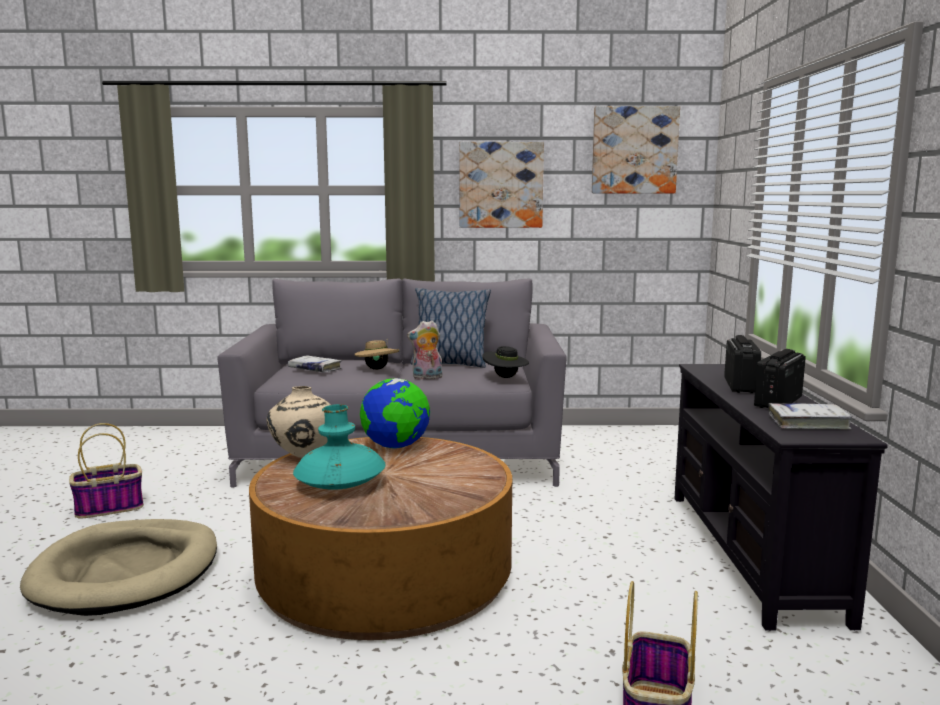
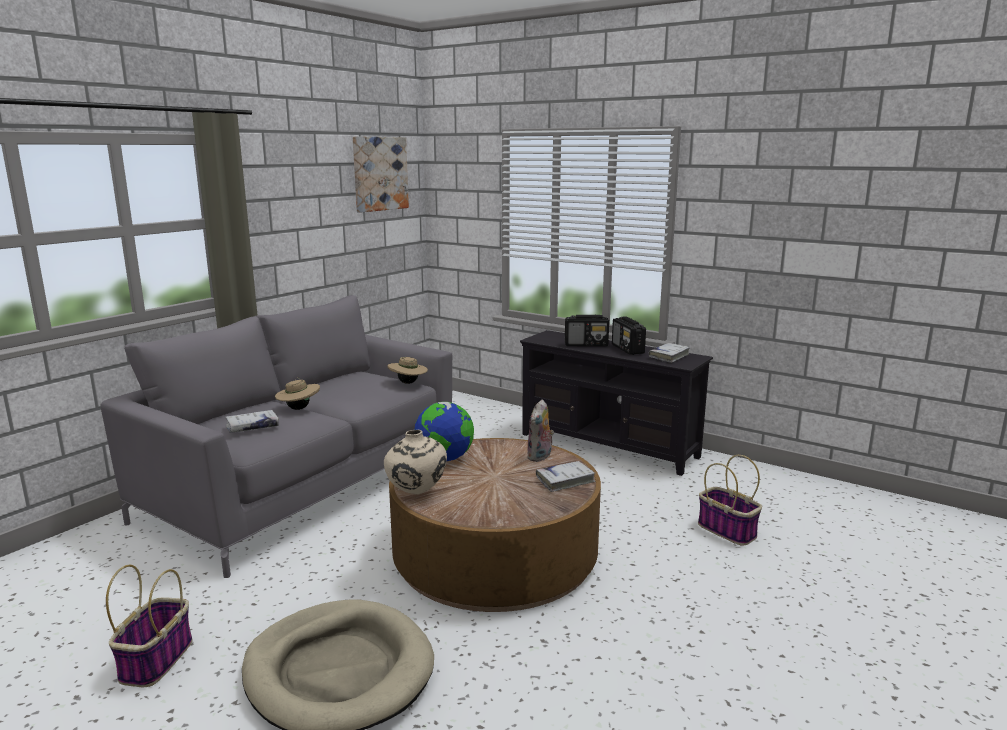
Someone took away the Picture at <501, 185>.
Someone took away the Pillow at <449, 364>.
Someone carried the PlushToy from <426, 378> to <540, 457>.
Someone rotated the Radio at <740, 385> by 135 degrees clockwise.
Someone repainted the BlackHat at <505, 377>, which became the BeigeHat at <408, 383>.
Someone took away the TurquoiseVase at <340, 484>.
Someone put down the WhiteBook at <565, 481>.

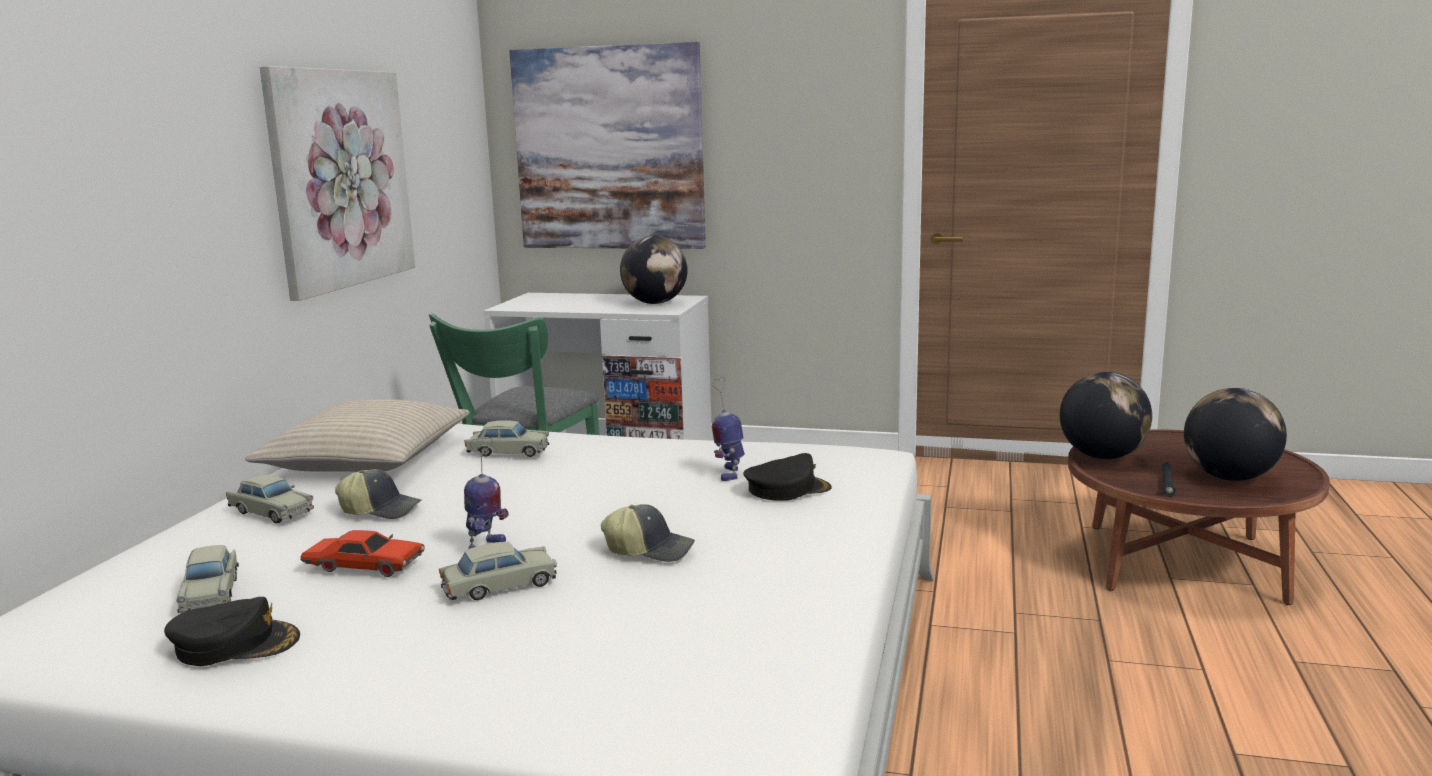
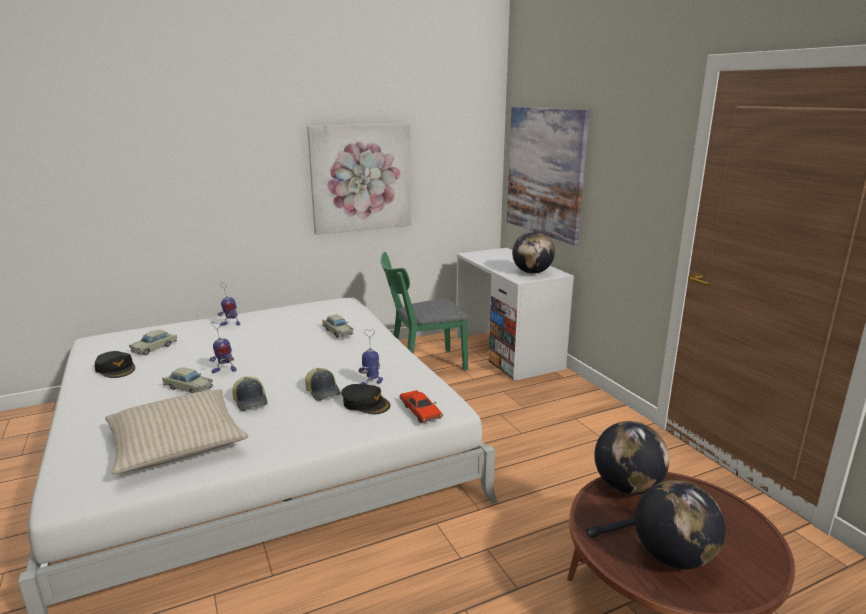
Someone carried the BeigePillow from <366, 459> to <176, 443>.
Someone carried the Cap from <381, 510> to <323, 391>.
Someone swapped the BeigeToyCar at <271, 512> for the ToyRobot at <230, 324>.
Someone carried the RedToyCar from <364, 566> to <420, 411>.

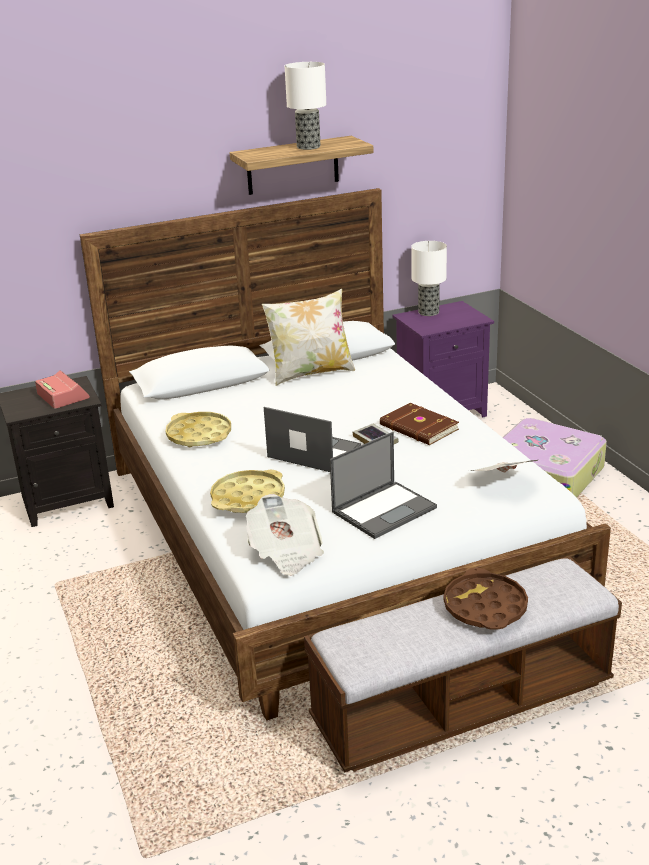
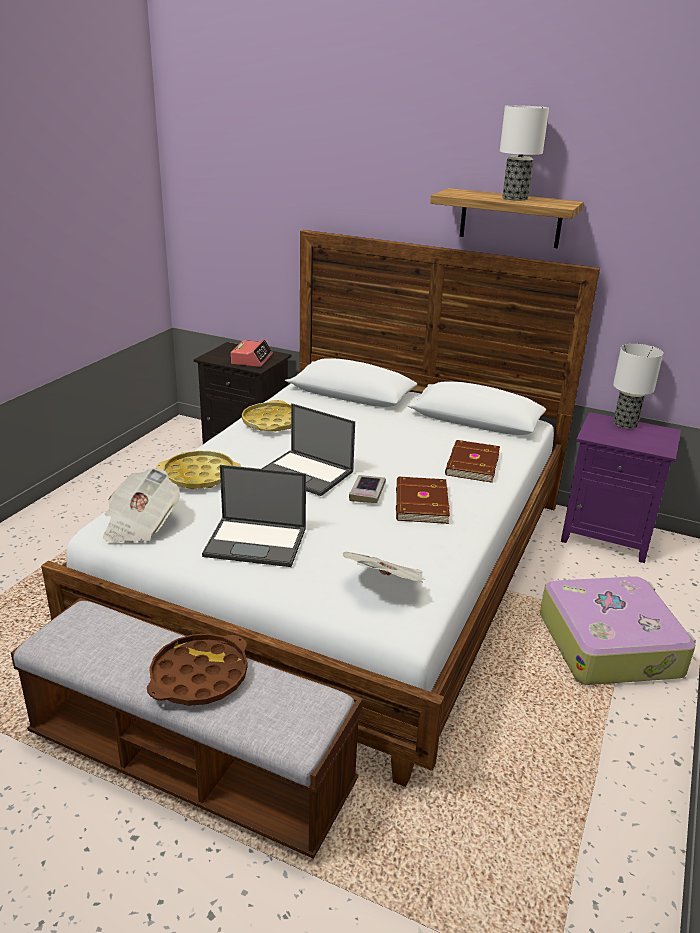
Someone took away the Pillow at <311, 373>.
Someone rotated the Laptop at <313, 452> by 135 degrees clockwise.
Someone put down the BrownBook at <471, 464>.

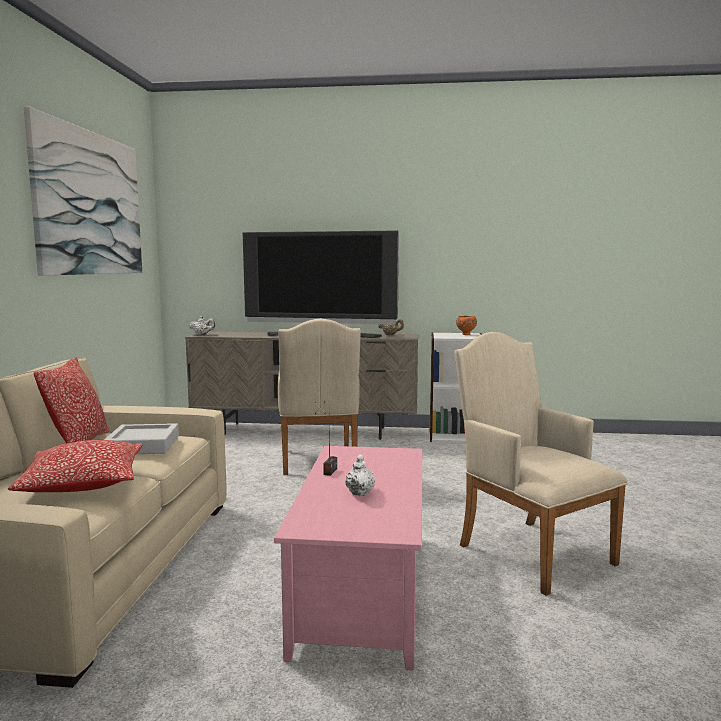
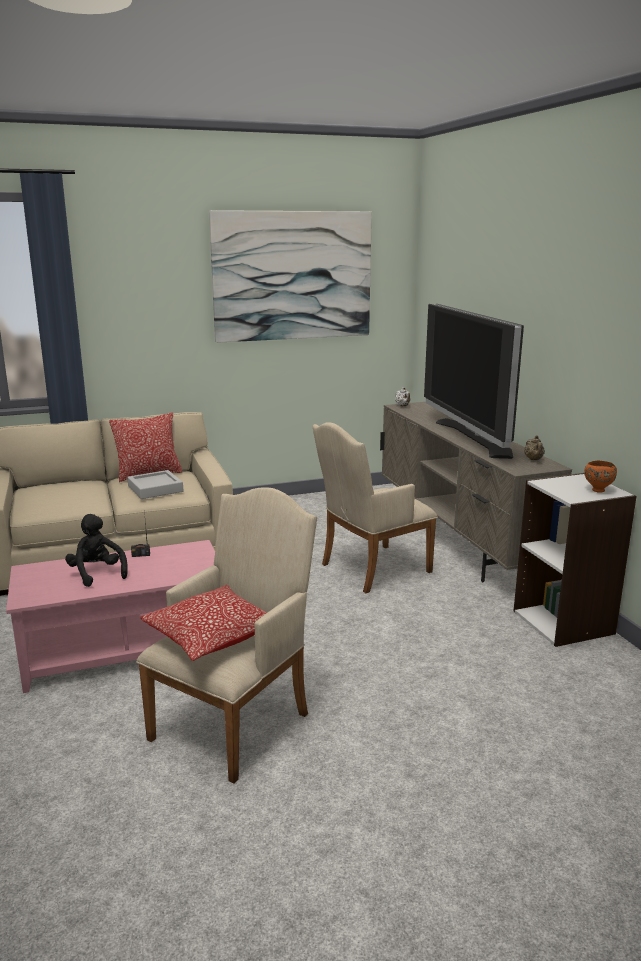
Someone carried the Pillow from <83, 484> to <212, 636>.
Someone swapped the WhiteTeapot at <360, 493> for the BlackPlushToy at <97, 573>.

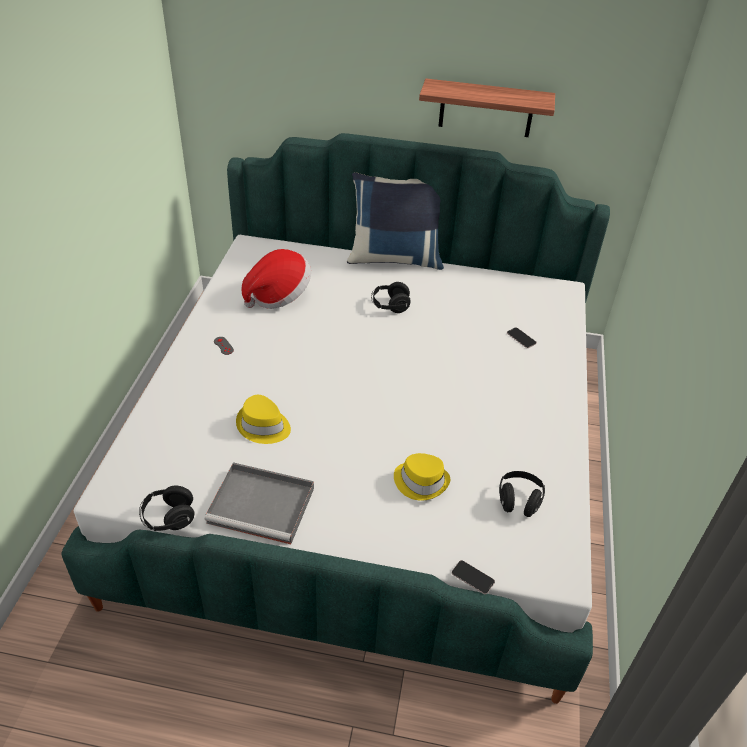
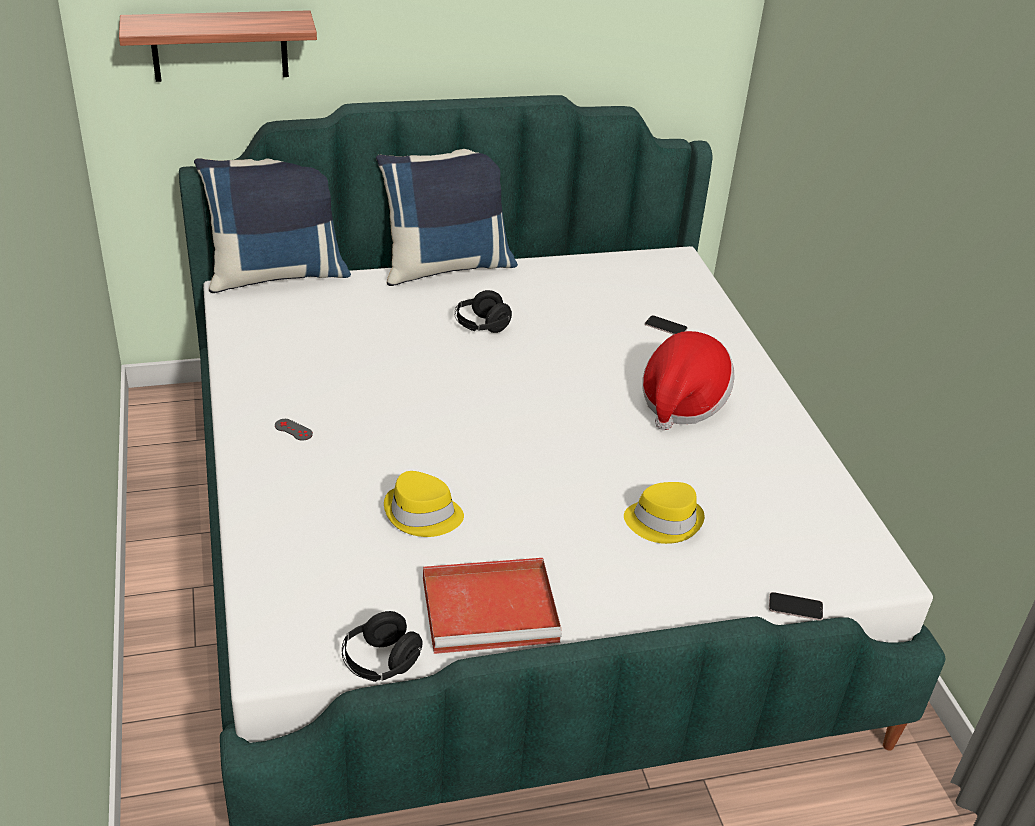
Someone carried the Shelf from <486, 108> to <219, 46>.
Someone carried the Hat from <278, 295> to <682, 402>.
Someone repainted the GreyTray at <263, 505>, which became the RedTray at <492, 608>.
Someone took away the BlackHeadphones at <519, 500>.
Someone put down the BluePillow at <277, 274>.

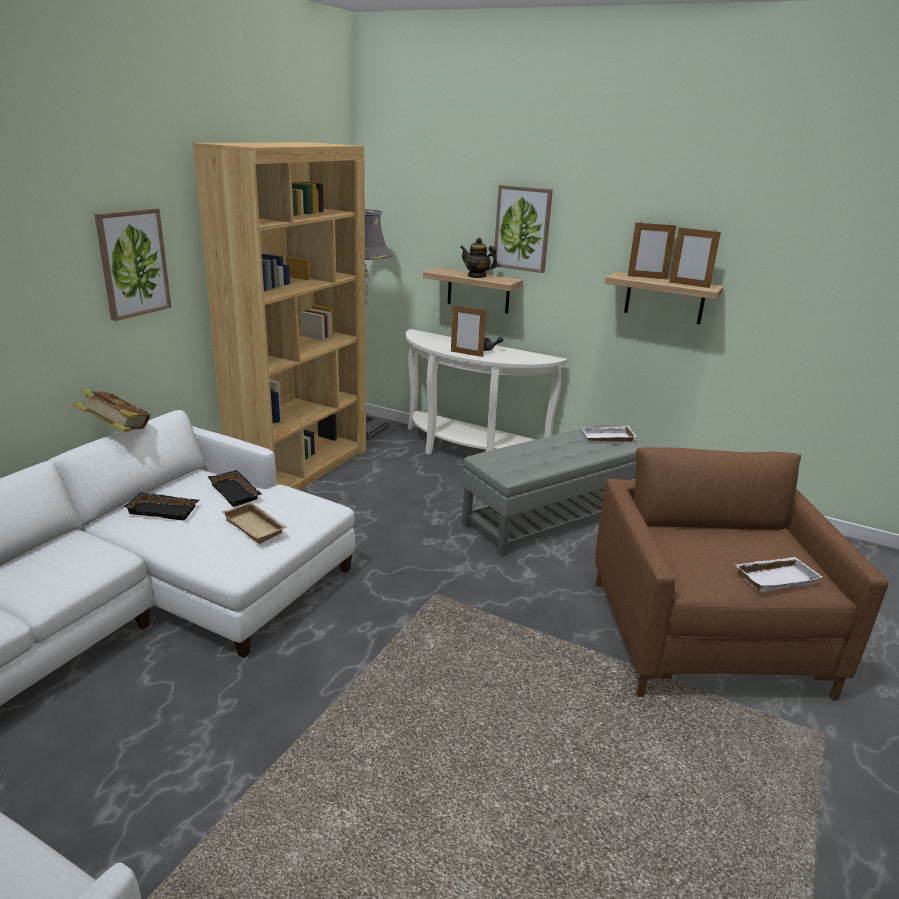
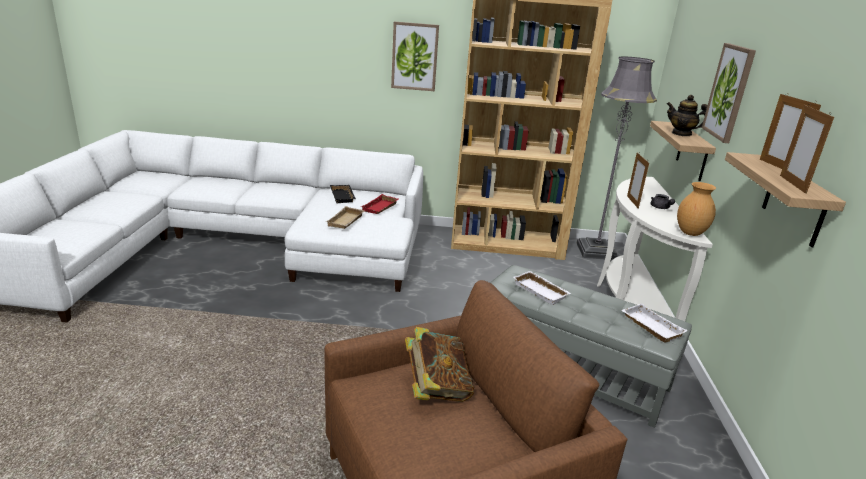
Someone rotated the Teapot at <477, 276> by 60 degrees counterclockwise.
Someone carried the Book from <117, 432> to <436, 388>.
Someone repainted the BlackTray at <237, 492>, which became the RedTray at <380, 208>.
Someone carried the WhiteTray from <775, 577> to <542, 291>.
Someone put down the BrownVase at <690, 233>.

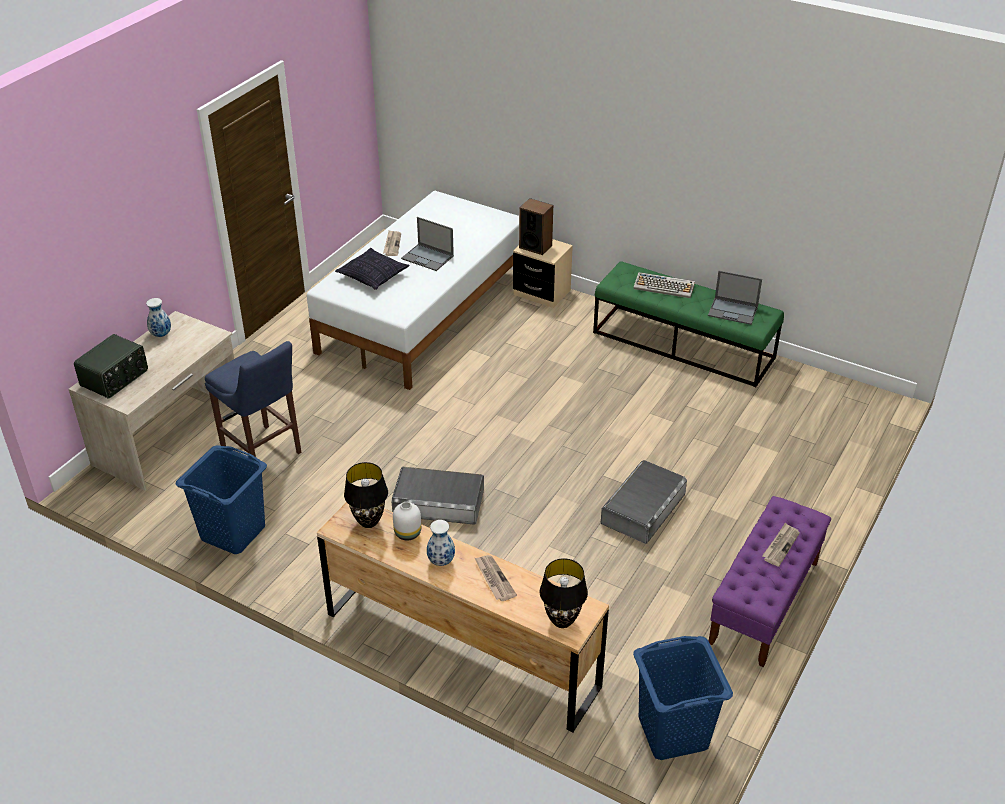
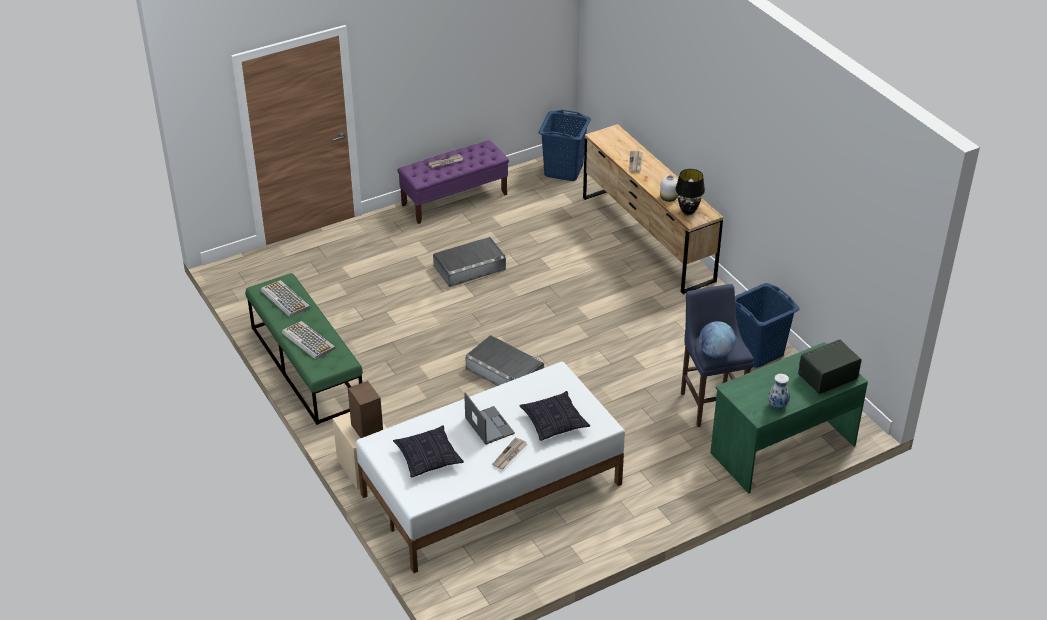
Someone swapped the Laptop at <733, 311> for the Keyboard at <284, 299>.
Someone repainted the BeigeDesk at <170, 435>, which became the GreenDesk at <782, 448>.
Someone carried the GreyStorageBox from <439, 502> to <504, 372>.
Someone took away the Vase at <441, 561>.
Someone took away the BlackTableLamp at <562, 620>.
Someone put down the Globe at <715, 353>.
Someone put down the Pillow at <428, 458>.

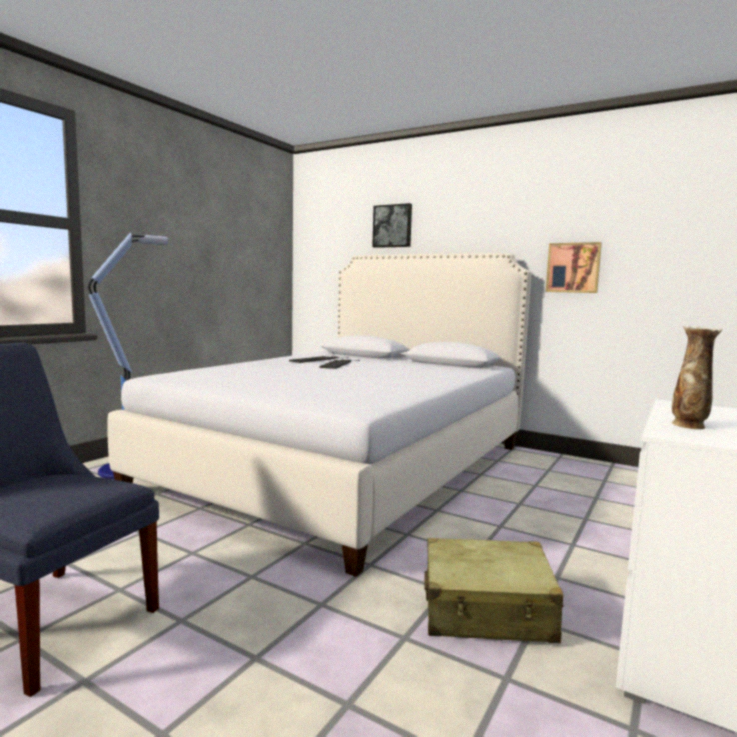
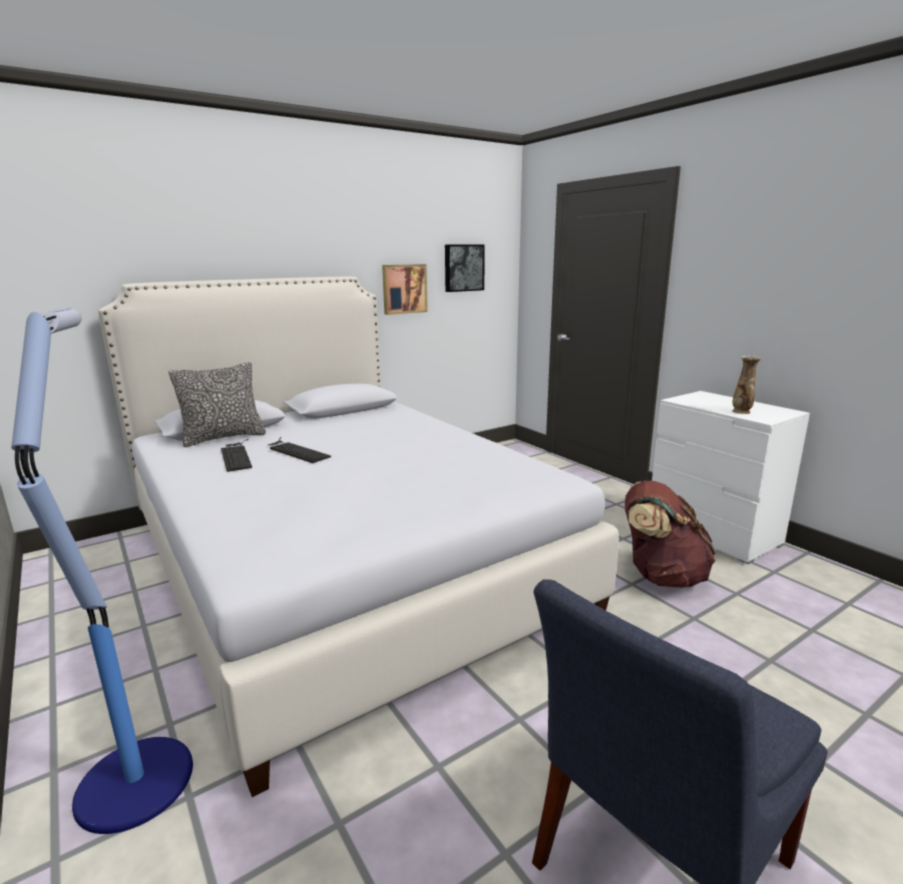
Someone carried the Picture from <393, 226> to <463, 268>.
Someone swapped the BeigeSuitcase at <487, 610> for the BrownBackpack at <661, 576>.
Someone put down the Pillow at <223, 437>.

